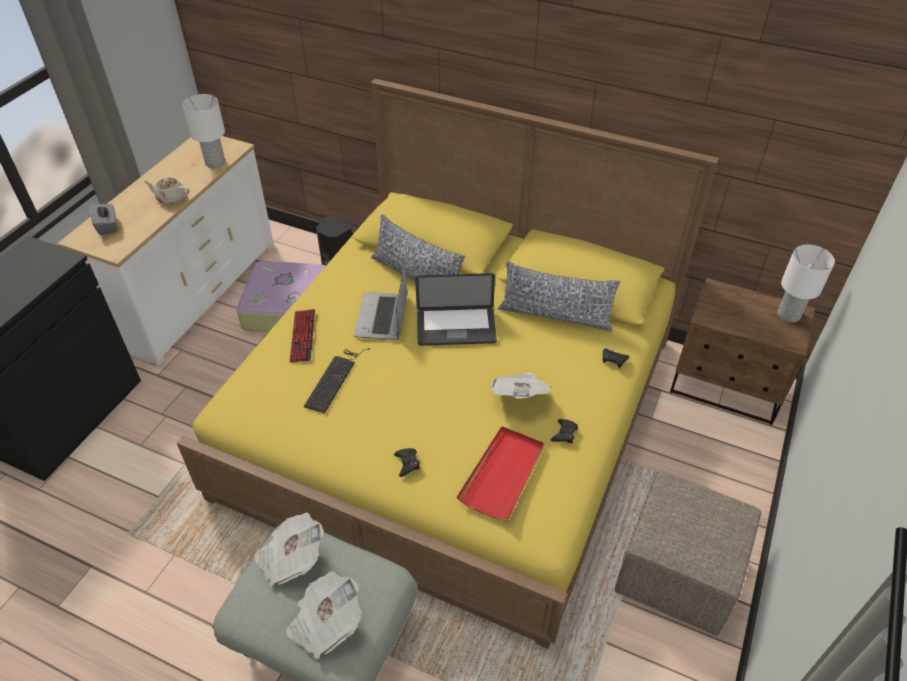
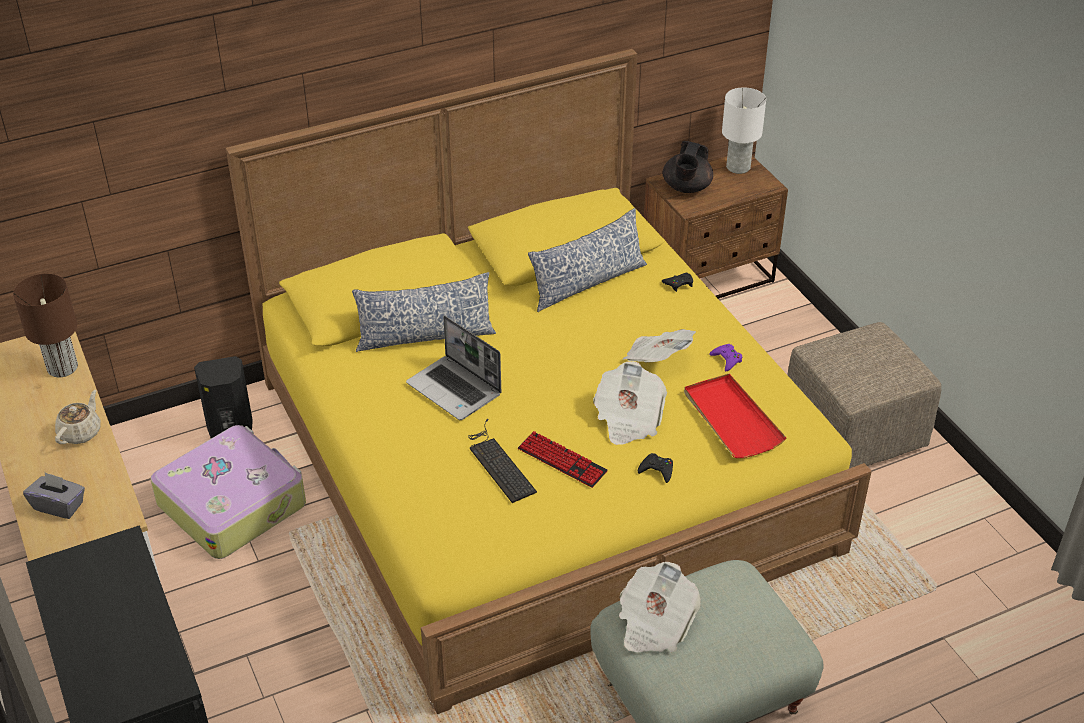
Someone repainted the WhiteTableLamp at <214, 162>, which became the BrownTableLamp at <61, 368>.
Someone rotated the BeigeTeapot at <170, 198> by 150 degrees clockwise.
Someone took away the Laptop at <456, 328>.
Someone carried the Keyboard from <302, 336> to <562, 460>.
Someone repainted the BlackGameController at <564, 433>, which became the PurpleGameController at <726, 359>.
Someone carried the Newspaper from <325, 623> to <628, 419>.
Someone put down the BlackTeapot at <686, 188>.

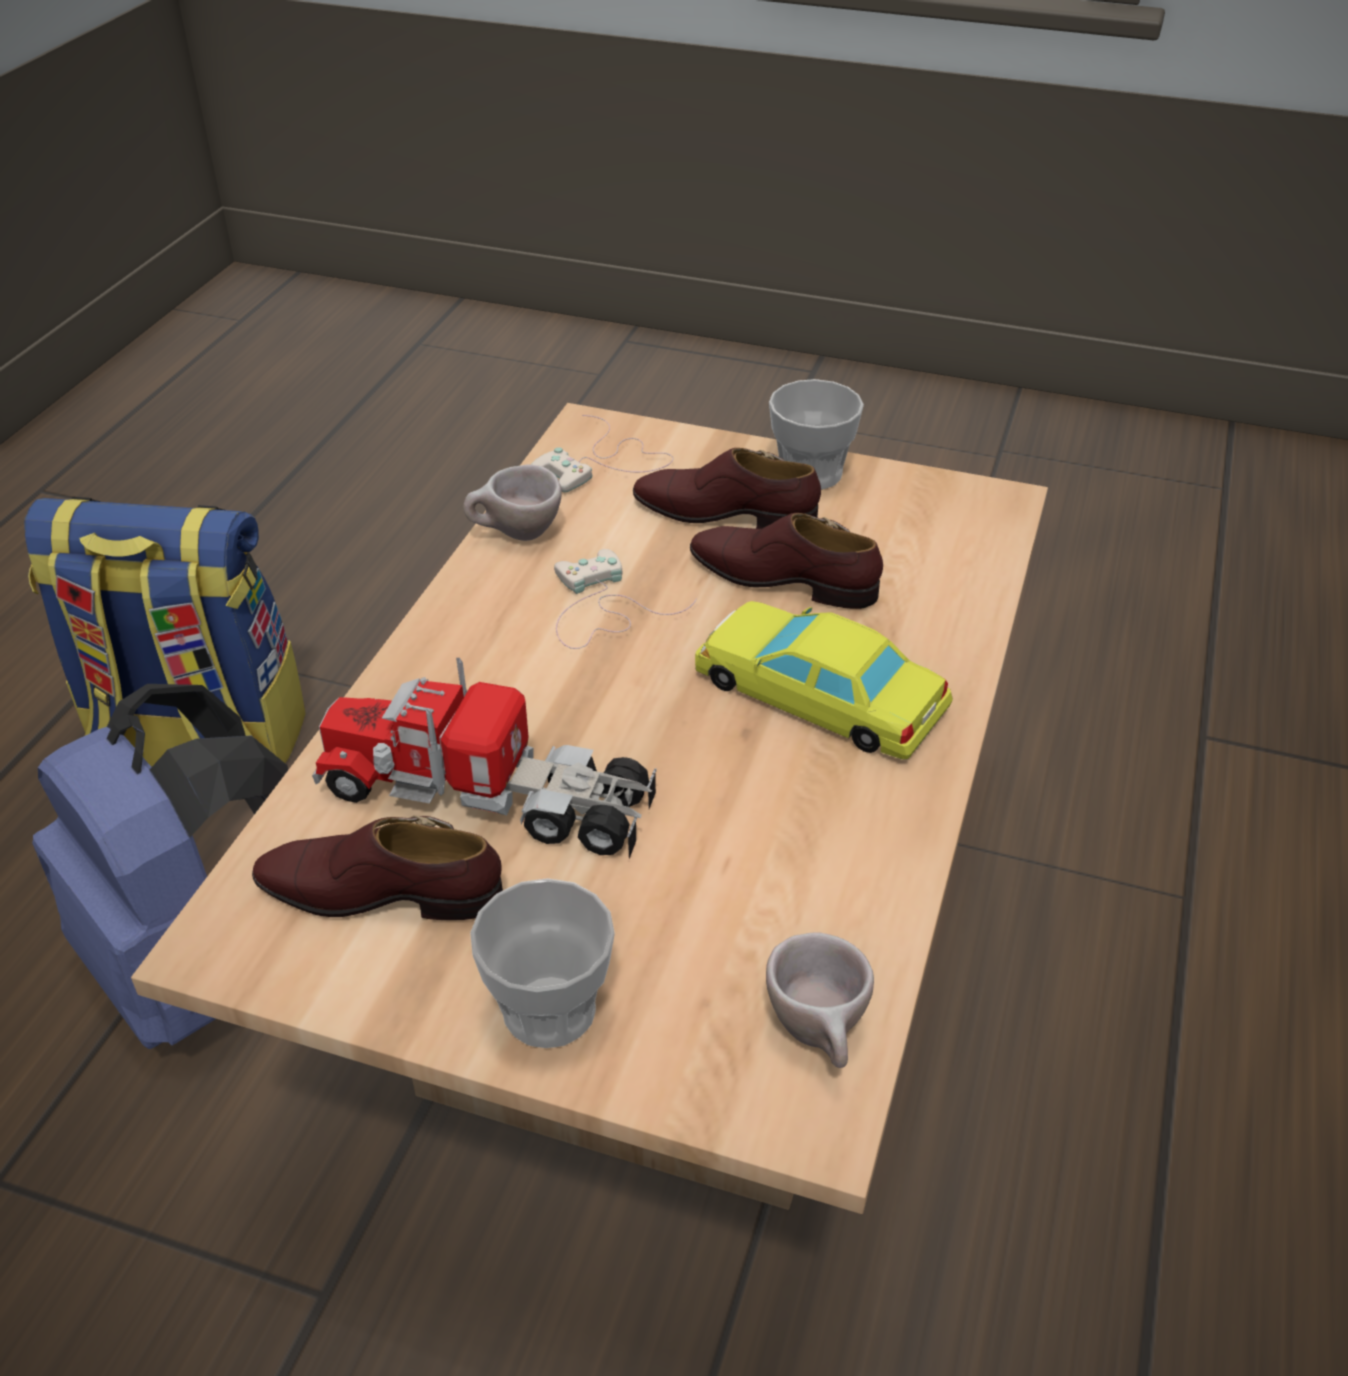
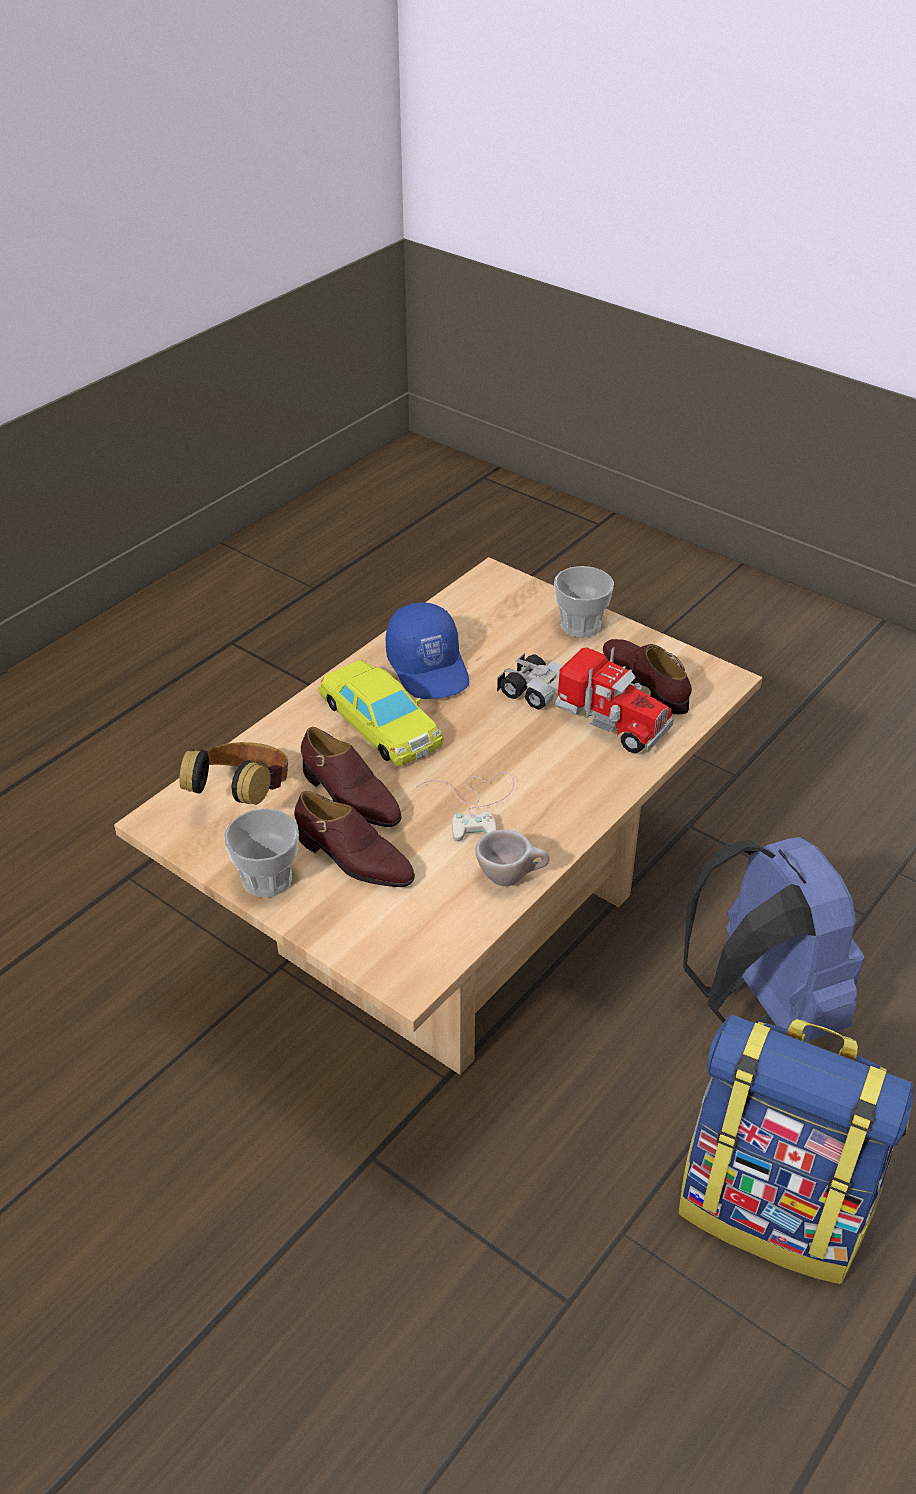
Someone took away the WhiteGameController at <604, 463>.
Someone rotated the BrownShoe at <381, 892> by 150 degrees counterclockwise.
Someone took away the BeigeCup at <821, 1037>.
Someone put down the BlueCap at <429, 668>.
Someone put down the Headphones at <243, 797>.

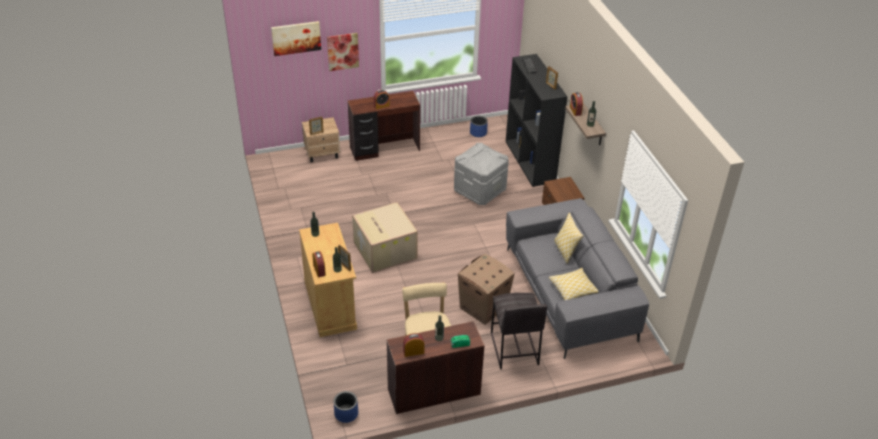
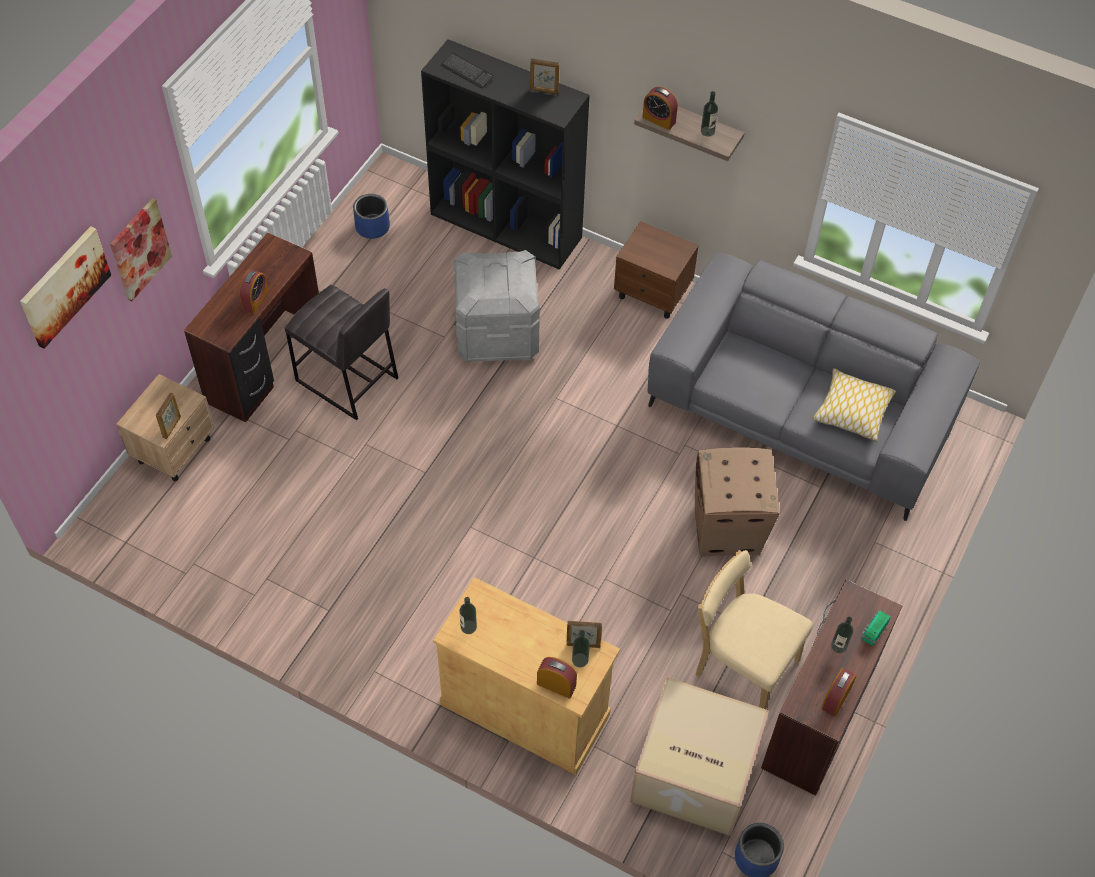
Someone carried the CardboardBox from <384, 250> to <692, 772>.
Someone took away the Pillow at <565, 251>.
Someone carried the GreyStool from <514, 349> to <346, 380>.

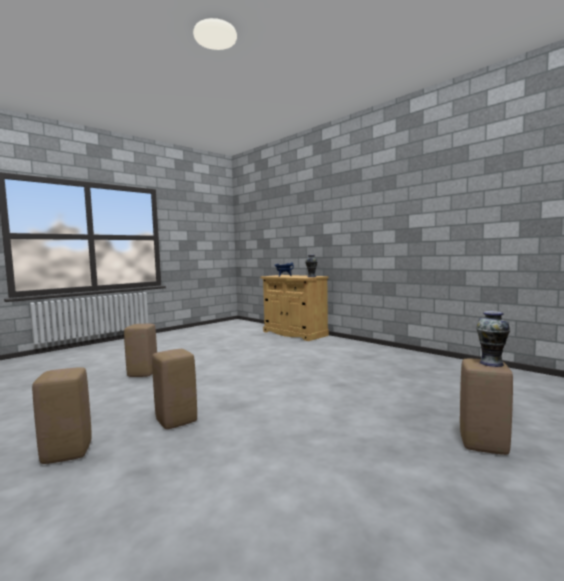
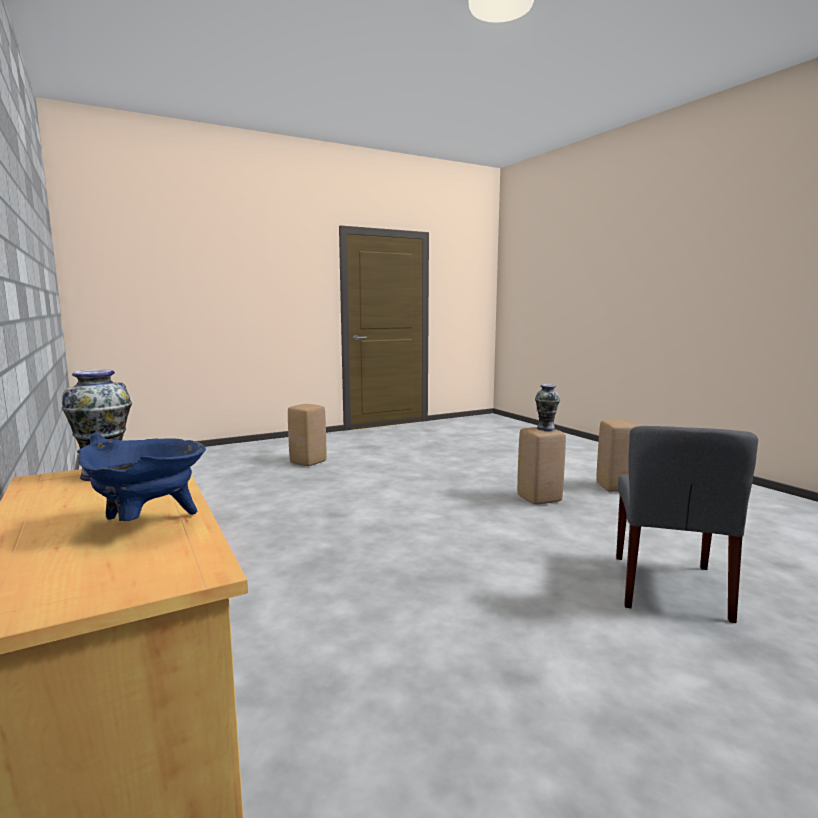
Someone carried the Vase from <491, 363> to <545, 428>.
Someone swapped the BeigeStool at <143, 374> for the GreyChair at <669, 587>.

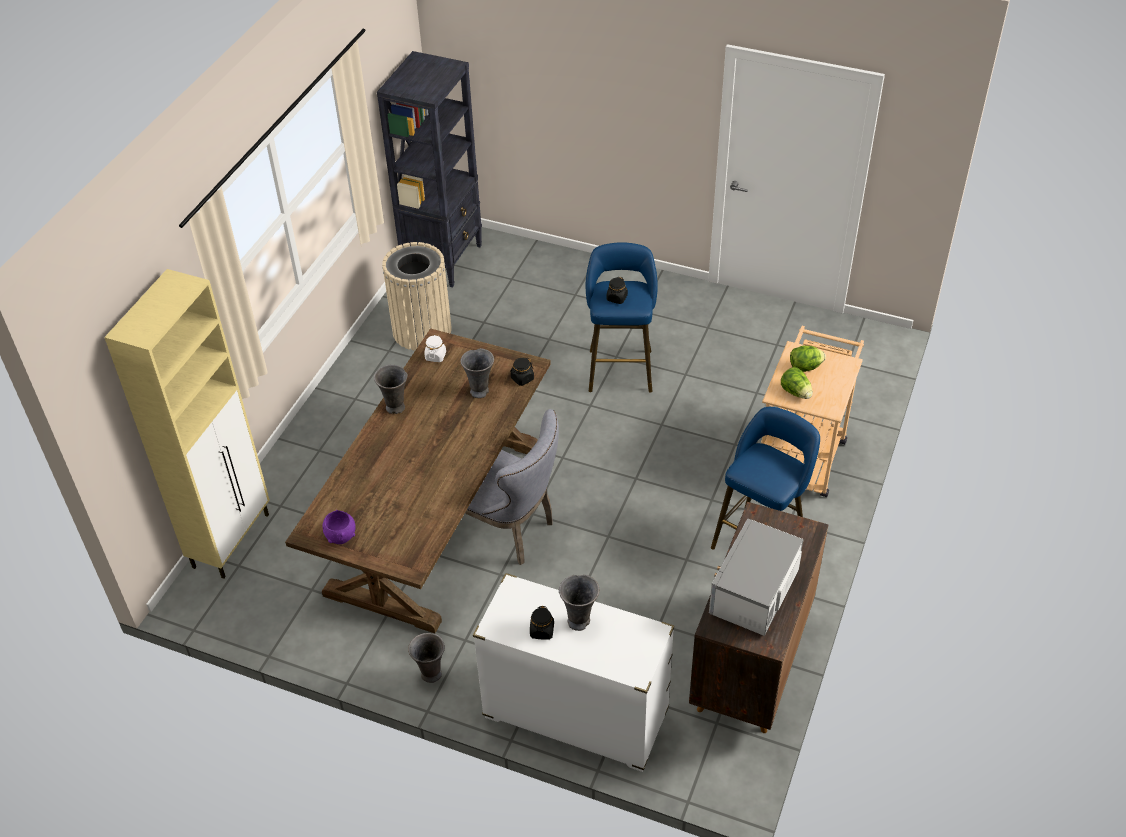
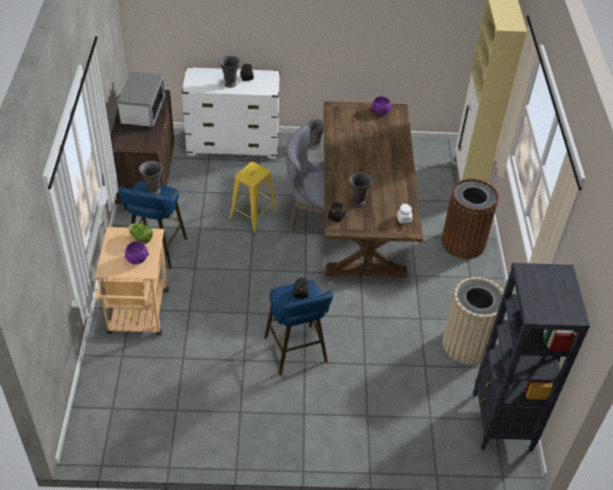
Someone swapped the Lettuce at <805, 367> for the PurpleBowl at <137, 259>.
Someone carried the GreyVase from <396, 408> to <153, 191>.
Someone put down the YellowStool at <252, 216>.
Someone put down the BrownTrashCan at <463, 243>.

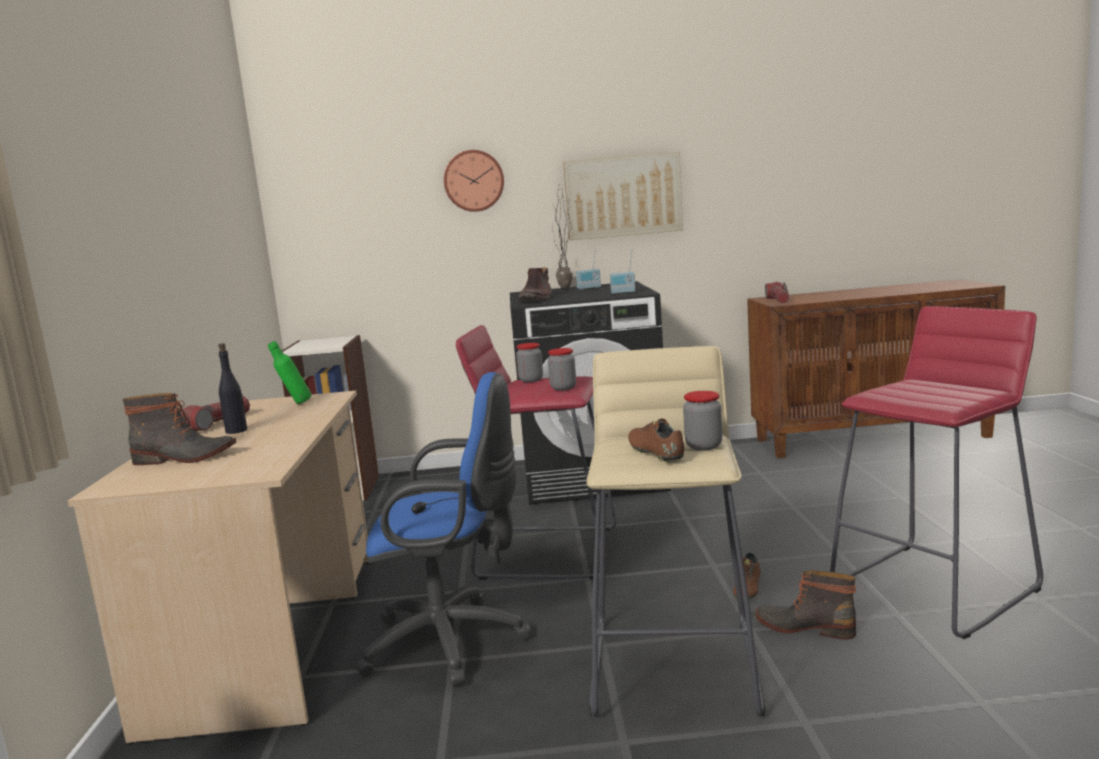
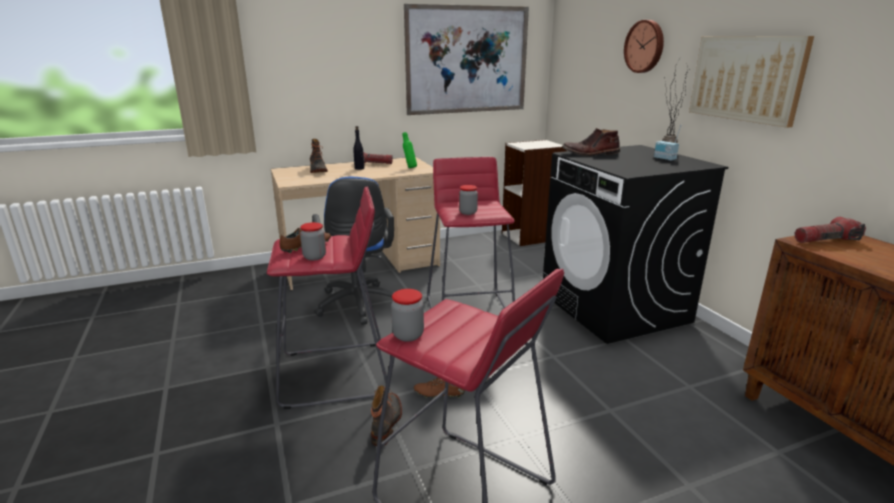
Someone took away the Radio at <623, 293>.
Someone carried the Jar from <531, 380> to <408, 335>.
Someone repainted the BeigeStool at <675, 666>, which became the RedStool at <335, 374>.
Someone put up the Picture at <467, 60>.

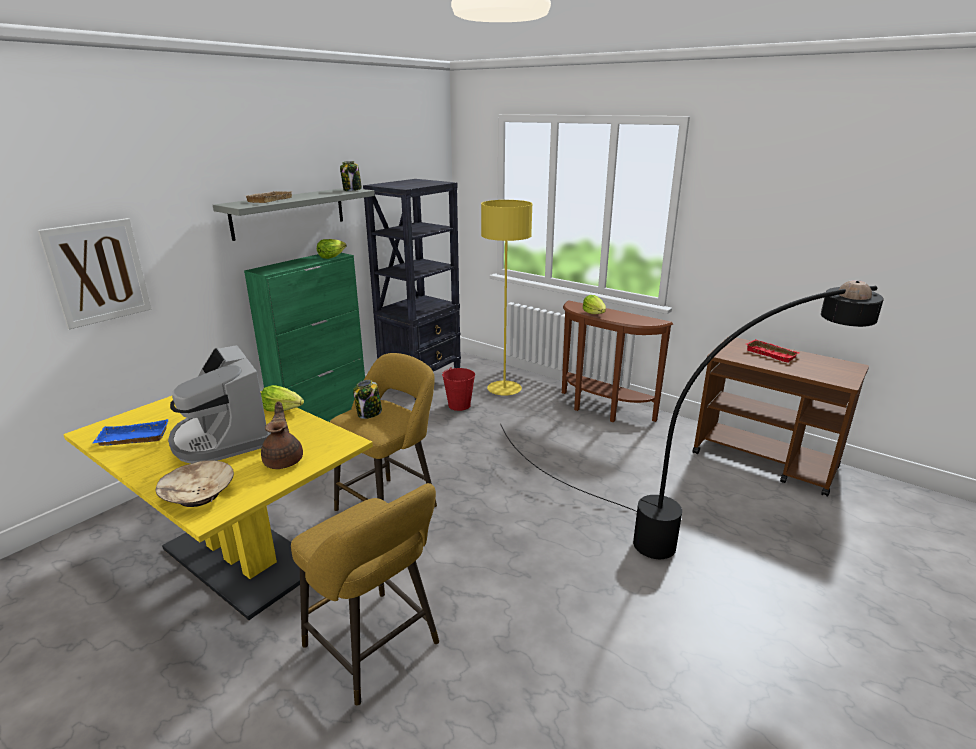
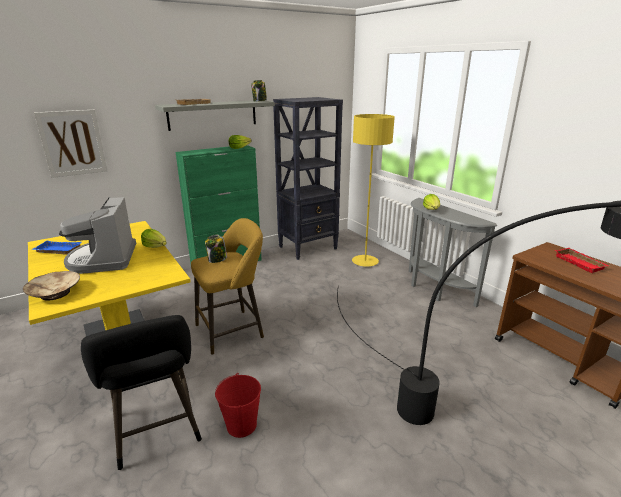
Someone repainted the BrownConsoleTable at <601, 410>, which became the GreyConsoleTable at <433, 290>.
Someone carried the RedBucket from <459, 405> to <242, 425>.
Someone took away the BrownTeapot at <284, 460>.
Someone repainted the YellowStool at <376, 649>, which became the BlackStool at <157, 432>.

